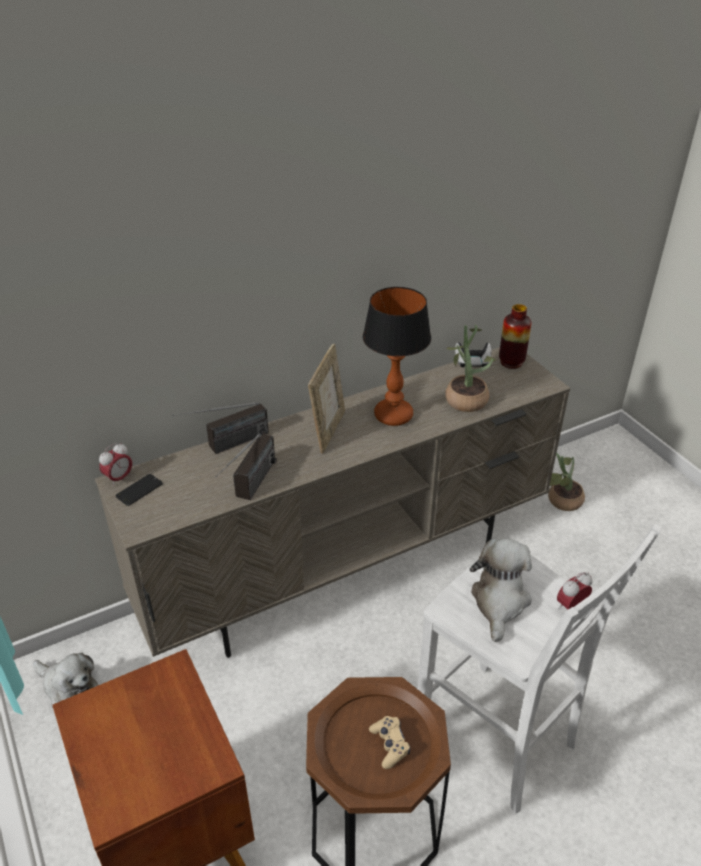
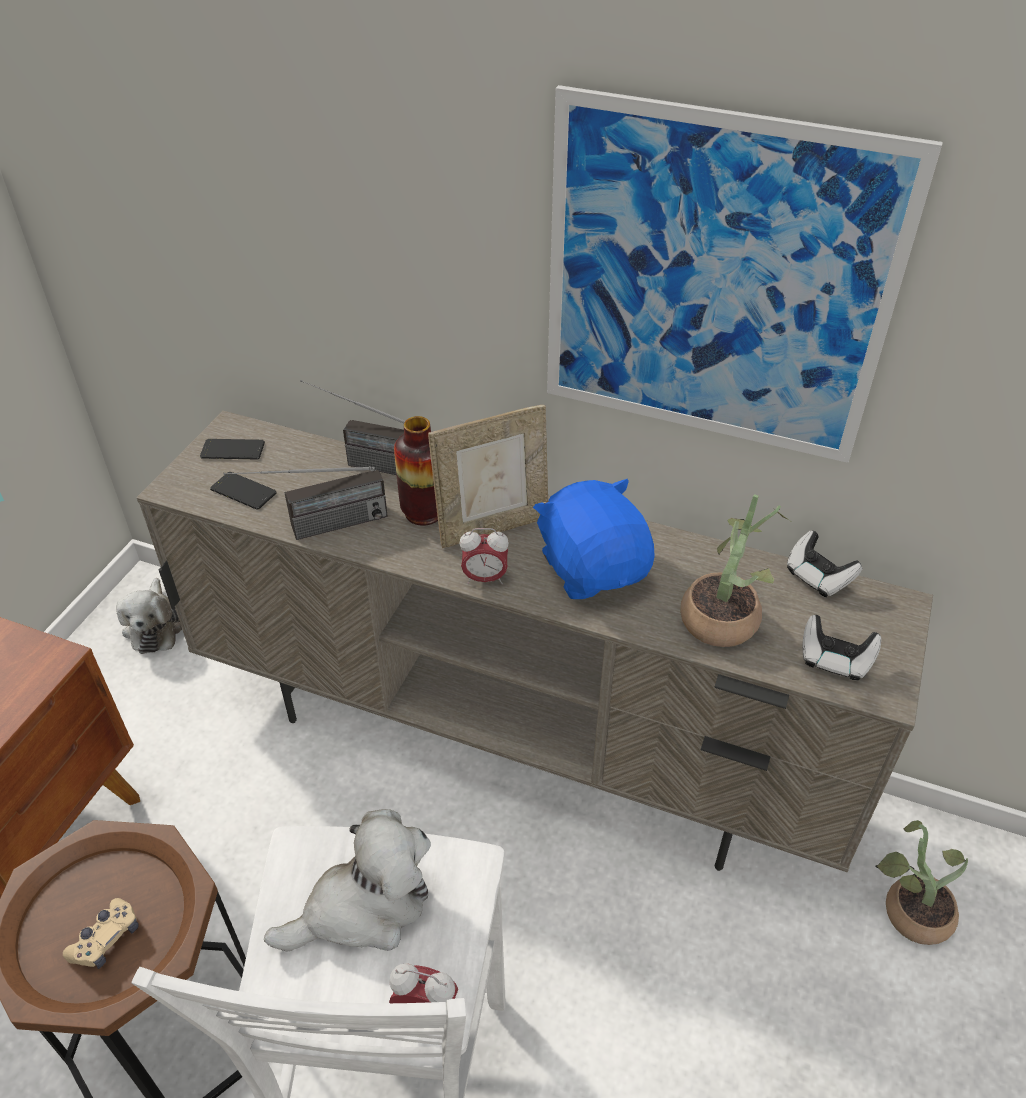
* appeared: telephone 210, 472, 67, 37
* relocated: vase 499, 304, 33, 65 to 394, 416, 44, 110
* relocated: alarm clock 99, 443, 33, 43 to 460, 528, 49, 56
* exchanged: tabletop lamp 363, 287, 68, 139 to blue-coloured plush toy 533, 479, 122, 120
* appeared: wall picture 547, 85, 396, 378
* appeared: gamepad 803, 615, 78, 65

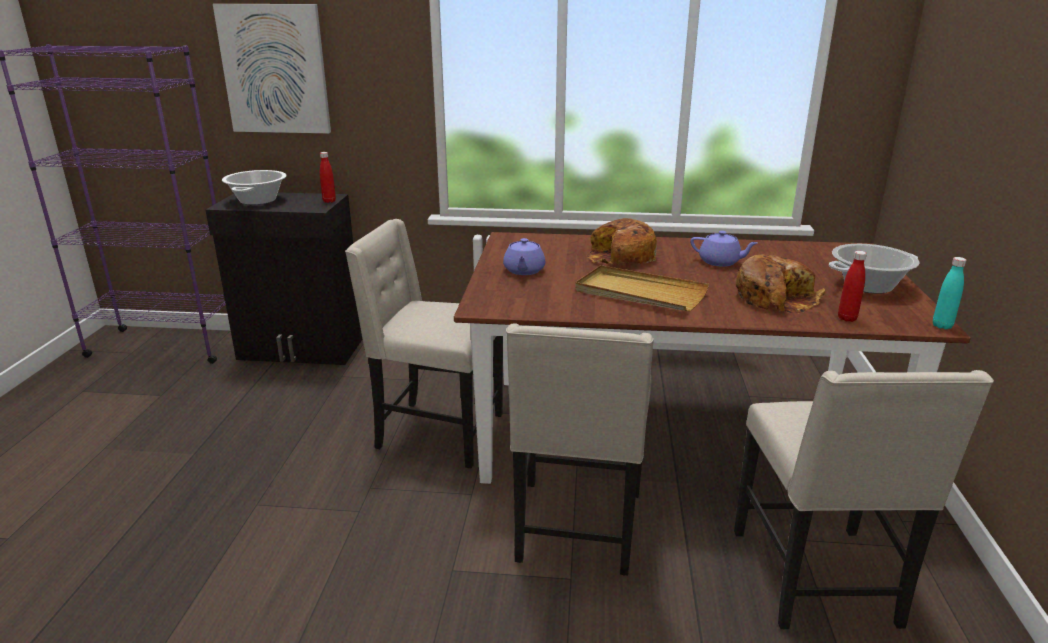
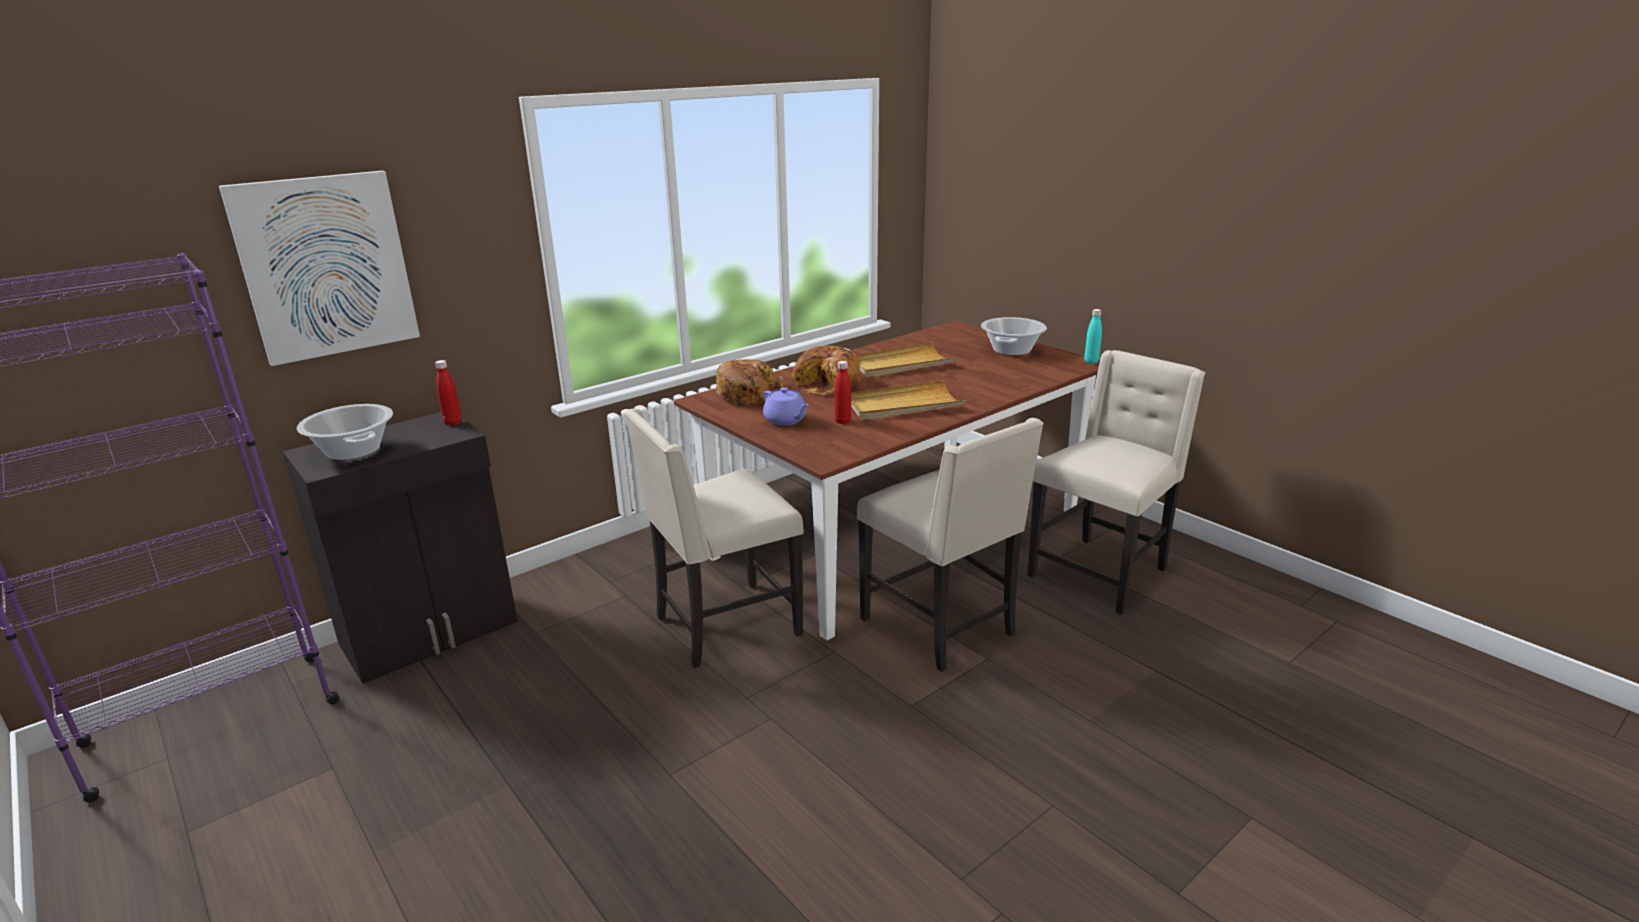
* relocated: bakery bread 735, 254, 90, 59 to 716, 359, 68, 47
* relocated: reddish bottle 838, 251, 29, 71 to 834, 361, 17, 63
* exchanged: purple-coloured teapot 690, 231, 68, 36 to sand-coloured carrying tray 856, 342, 101, 36
* spun: sand-coloured plain chair 734, 370, 260, 259 = 1027, 350, 178, 265 90 degrees counterclockwise

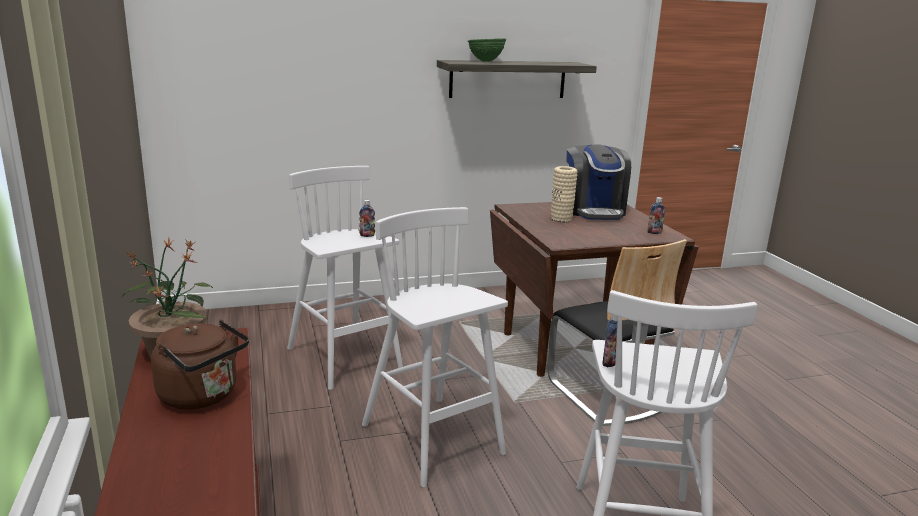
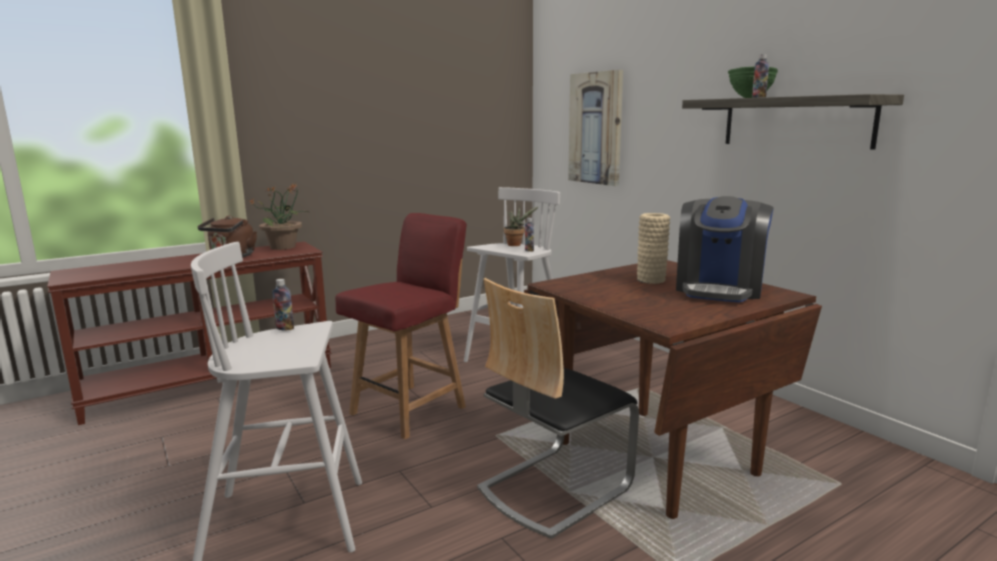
* exchanged: white stool seat 362, 207, 146, 280 to reddish plain chair 335, 213, 132, 226
* appeared: potted plant 504, 206, 35, 40
* appeared: wall picture 568, 70, 55, 116
* spun: coffee maker 567, 144, 64, 76 = 676, 196, 98, 107 45 degrees counterclockwise
* relocated: bottle 647, 197, 18, 37 to 752, 54, 17, 44

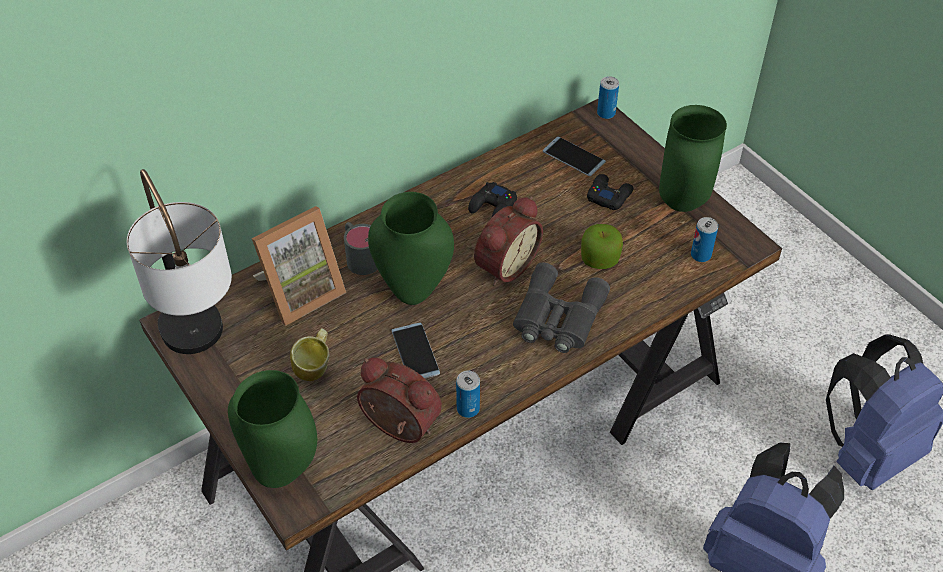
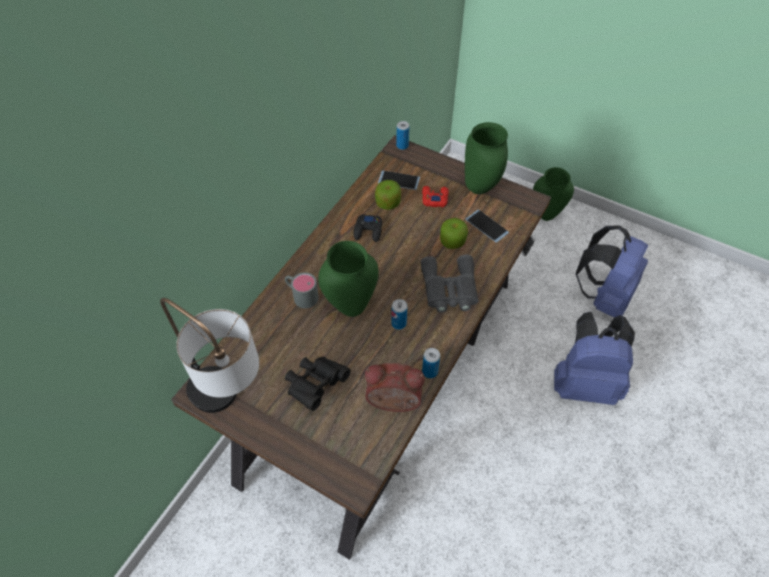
* exchanged: coffee mug 290, 328, 40, 53 to blackish binoculars 285, 357, 66, 54
* appeared: whole apple 375, 180, 26, 30
* relocated: sealed can 691, 217, 27, 45 to 391, 299, 16, 31
* colour: blackish gamepad 587, 174, 47, 36 to reddish gamepad 422, 186, 27, 21
* relocated: telephone 391, 323, 49, 55 to 465, 210, 44, 33
* relocated: greenish vase 228, 370, 89, 118 to 533, 167, 41, 54
* missing: photo frame 252, 206, 94, 120
* missing: alarm clock 474, 196, 69, 90

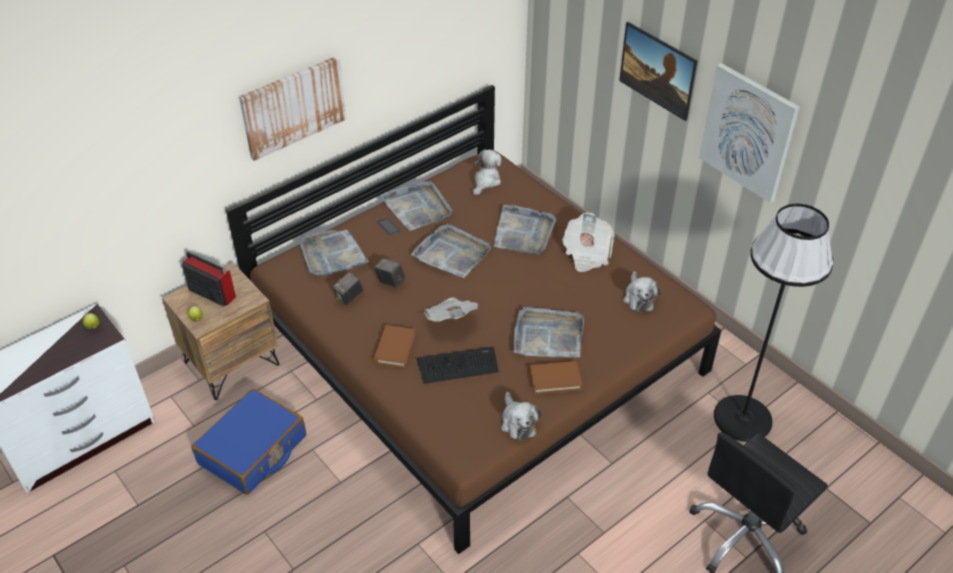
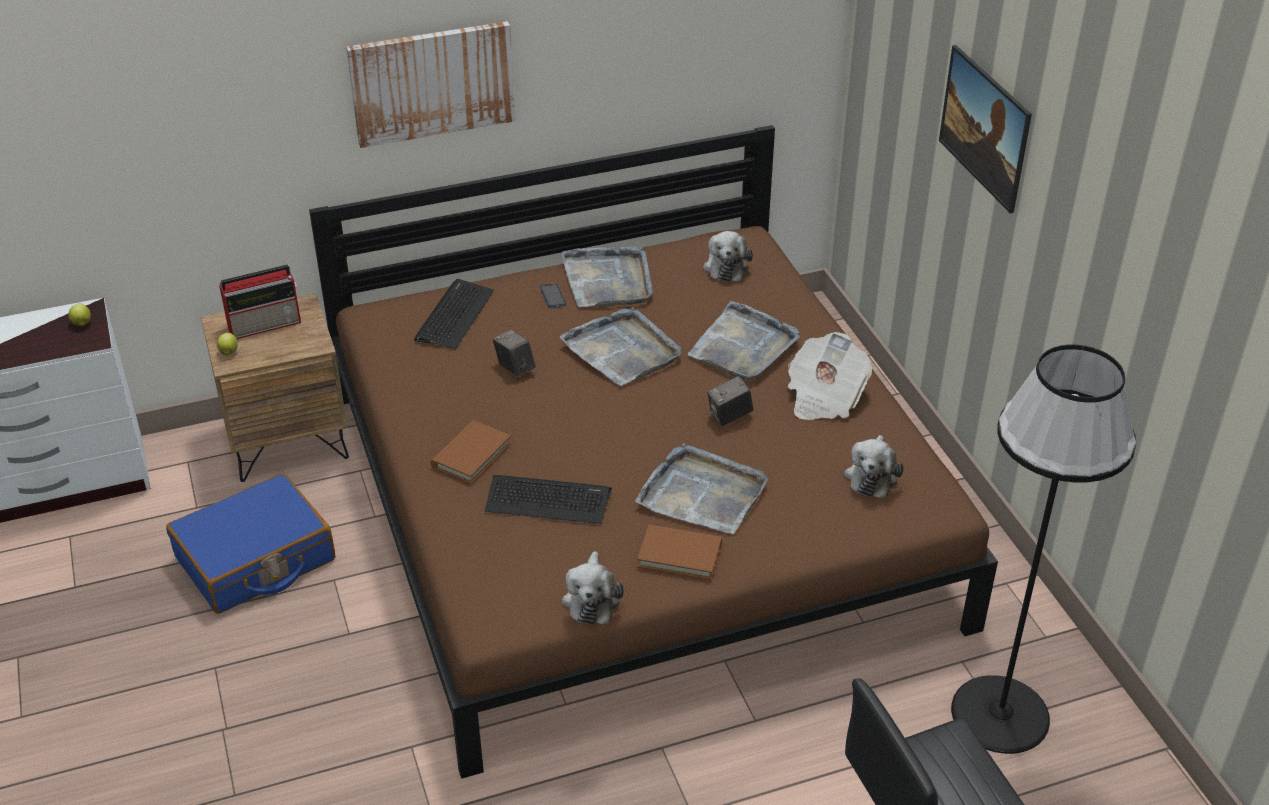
* spun: radio set 182, 252, 54, 55 = 219, 264, 82, 75 105 degrees clockwise
* exchanged: greyish carrying tray 299, 230, 70, 46 to keyboard 414, 279, 80, 70
* spun: plush toy 473, 149, 28, 46 = 703, 231, 50, 50 135 degrees clockwise
* relocated: photo camera 333, 272, 30, 33 to 707, 376, 46, 50
* missing: printed paper 424, 297, 54, 25
* missing: wall picture 699, 63, 101, 140

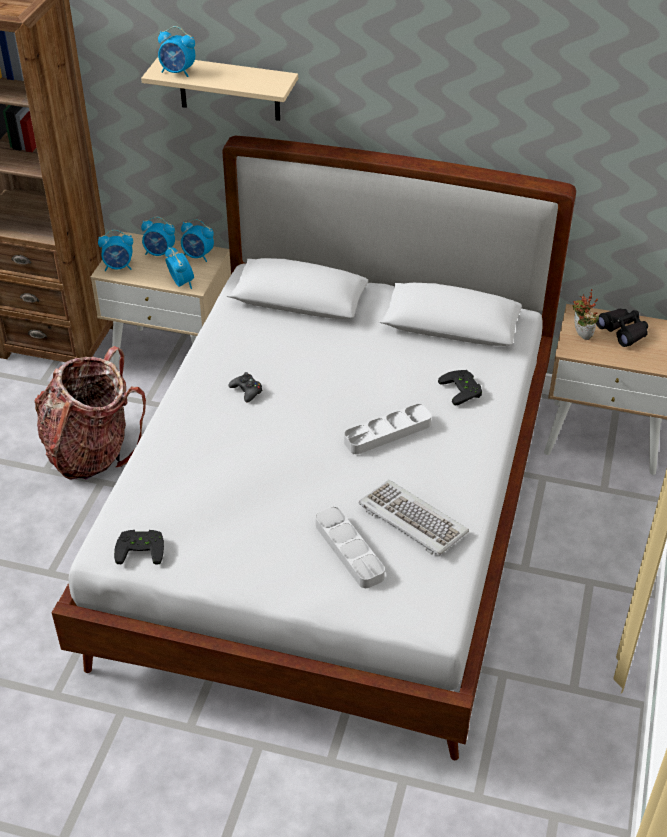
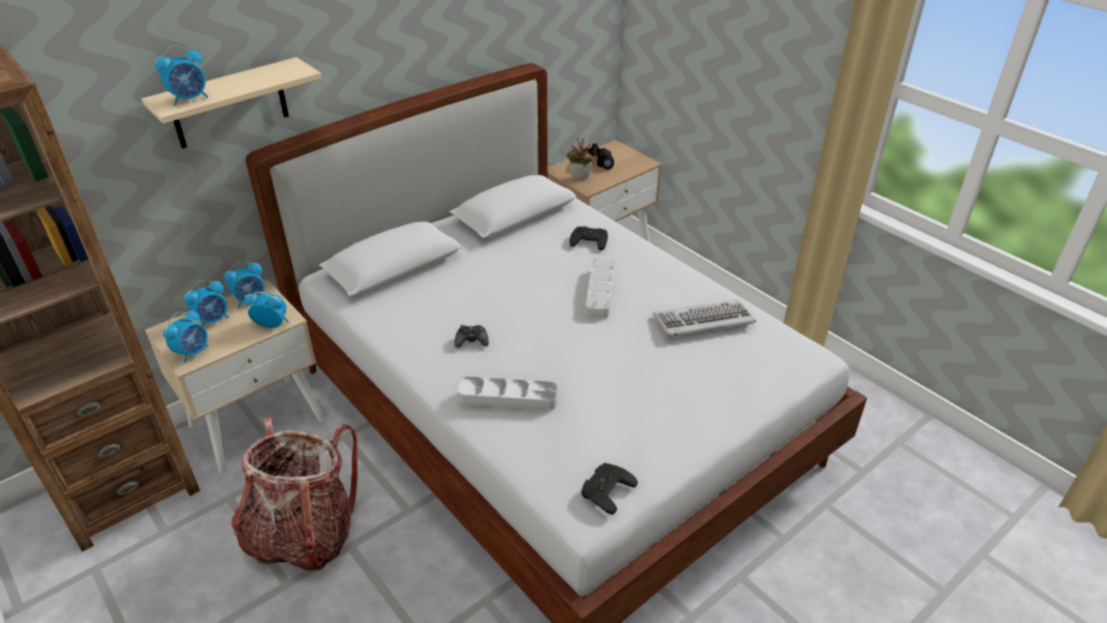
* relocated: greyish carrying tray 315, 507, 70, 81 to 458, 376, 100, 34

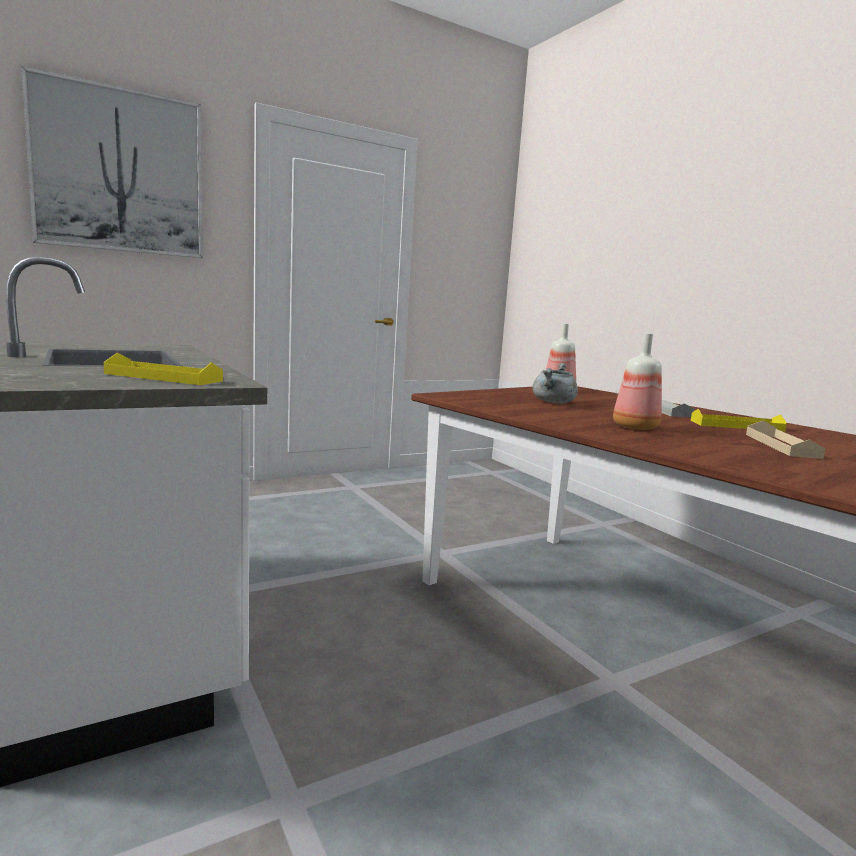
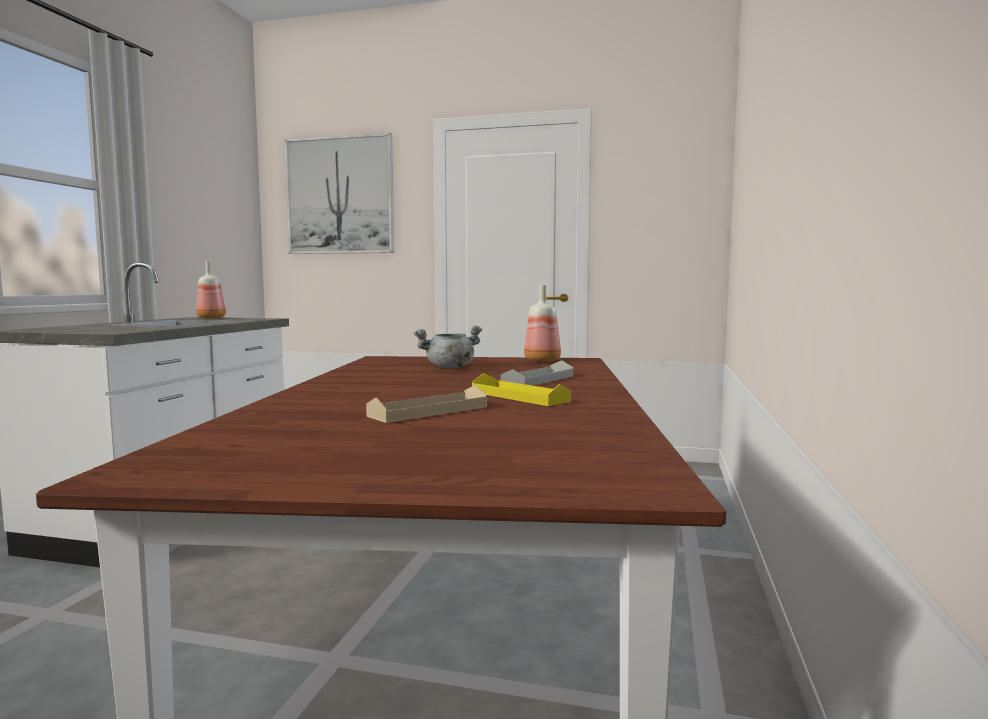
* relocated: bottle 613, 333, 49, 97 to 196, 262, 30, 57
* missing: yellow-coloured carrying tray 104, 353, 119, 32

